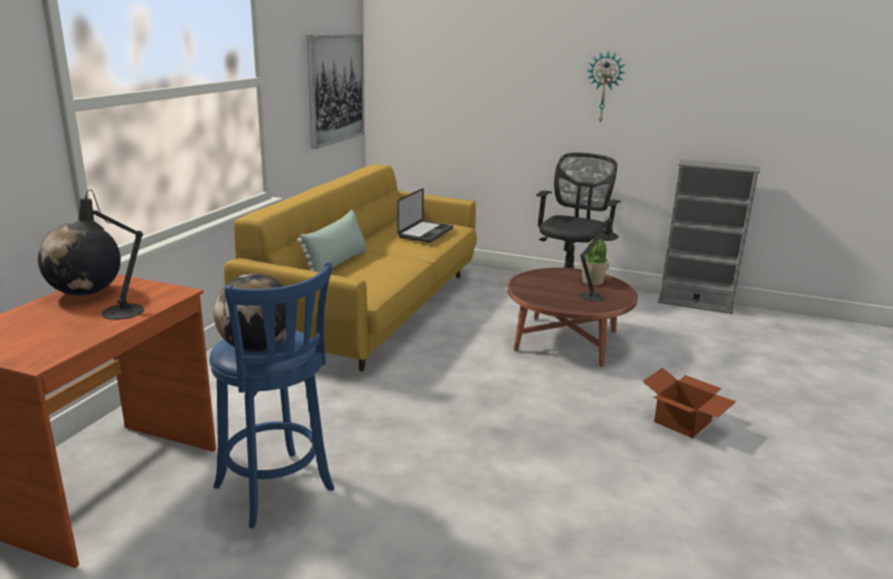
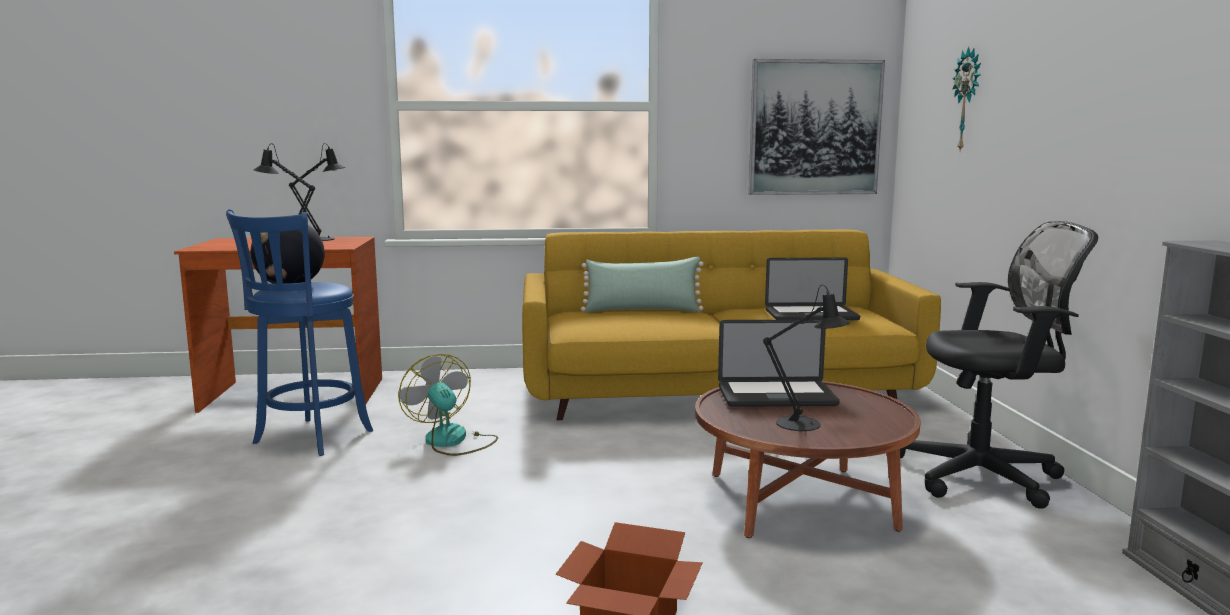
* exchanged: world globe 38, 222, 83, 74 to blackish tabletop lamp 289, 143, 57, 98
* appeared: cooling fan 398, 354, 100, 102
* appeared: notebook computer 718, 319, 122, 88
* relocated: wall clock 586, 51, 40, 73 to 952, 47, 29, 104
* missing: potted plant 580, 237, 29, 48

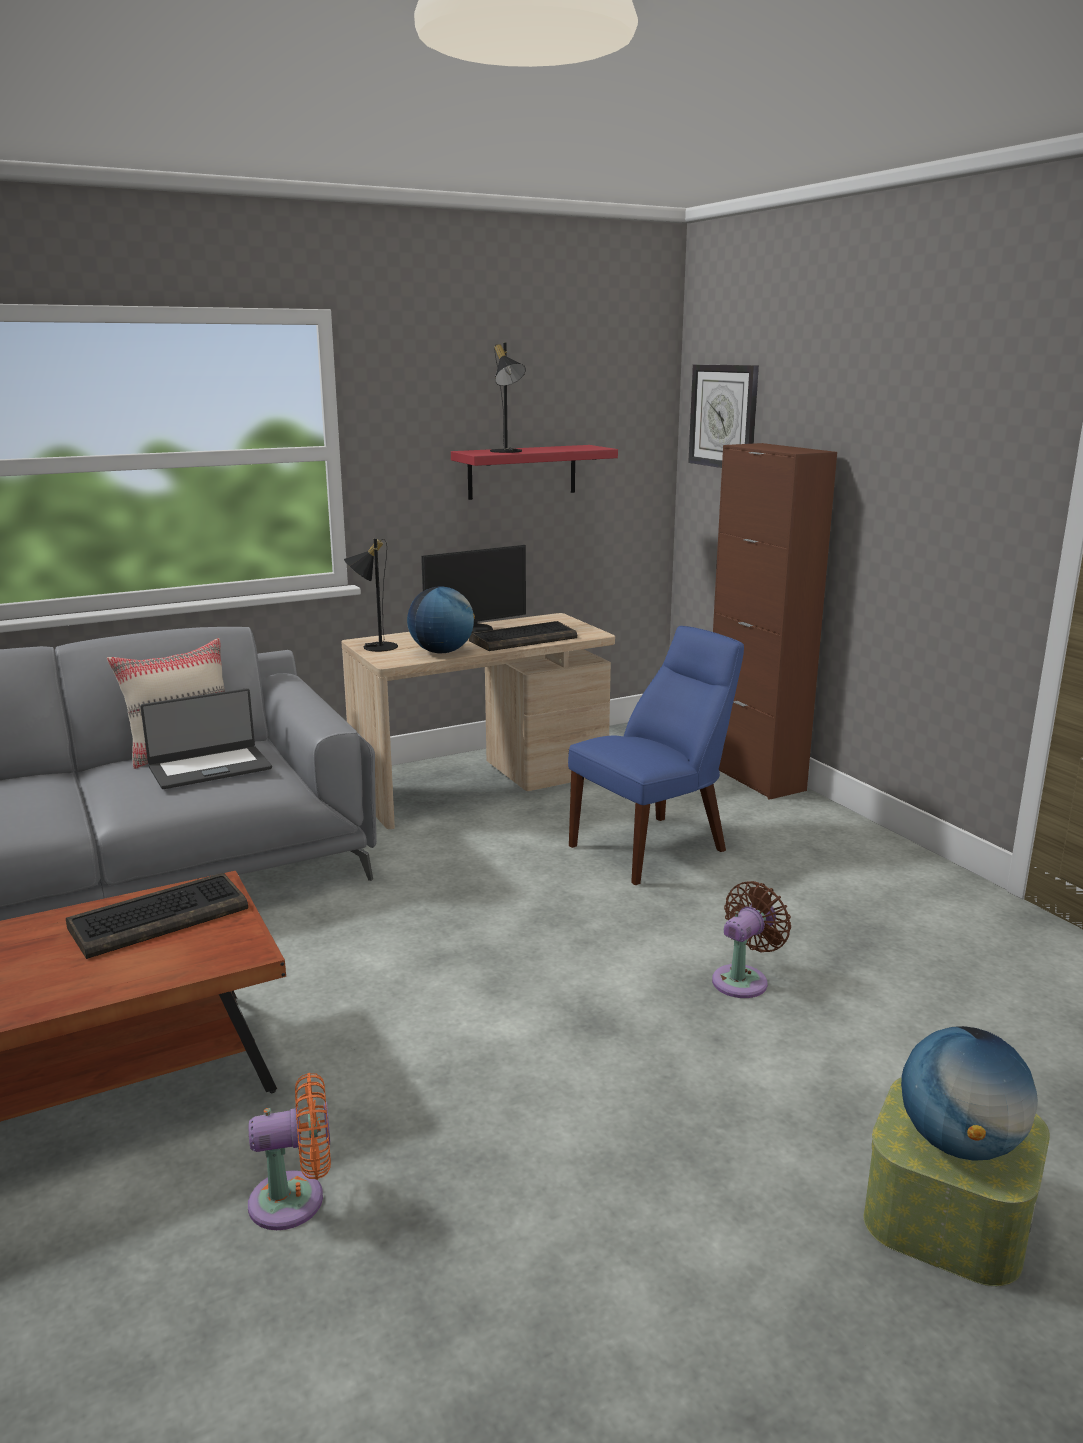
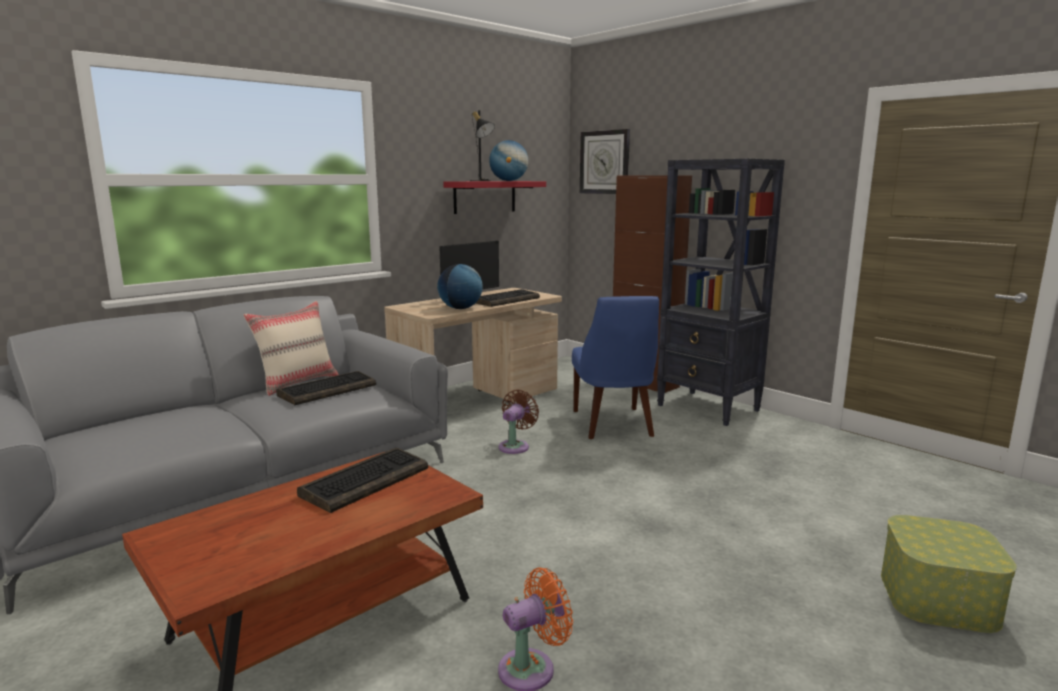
* exchanged: notebook computer 140, 688, 132, 101 to keyboard 276, 371, 100, 34
* relocated: world globe 901, 1026, 137, 135 to 489, 140, 39, 41
* relocated: brown cooling fan 712, 881, 79, 117 to 498, 390, 41, 64
* spun: blue-coloured plain chair 568, 626, 176, 259 = 572, 296, 87, 143 135 degrees clockwise
* appeared: blackish bookshelf 657, 159, 128, 267
* missing: blackish tabletop lamp 344, 538, 54, 114

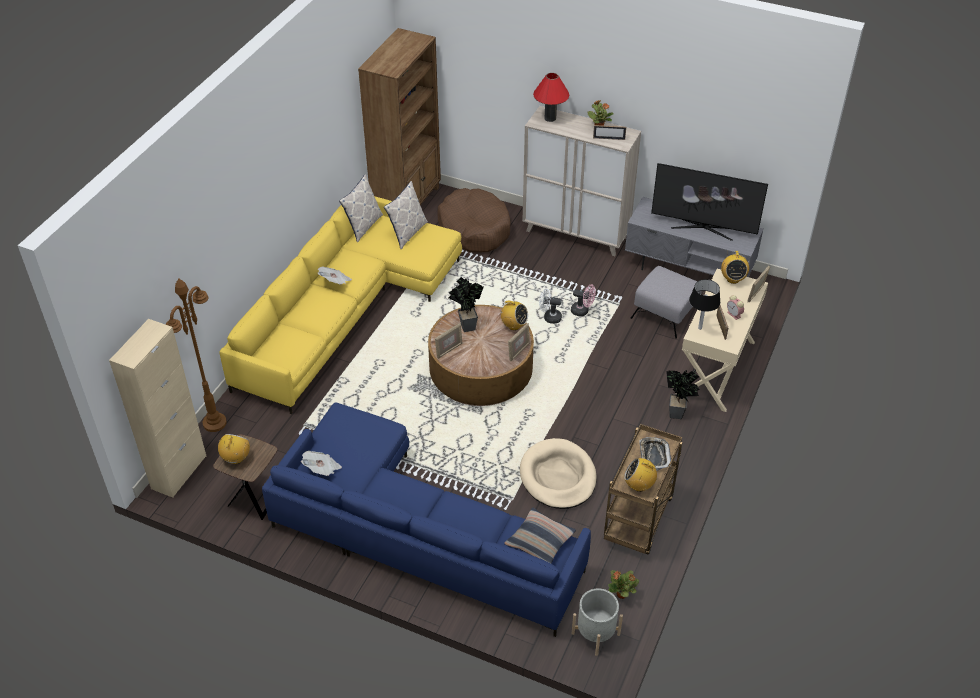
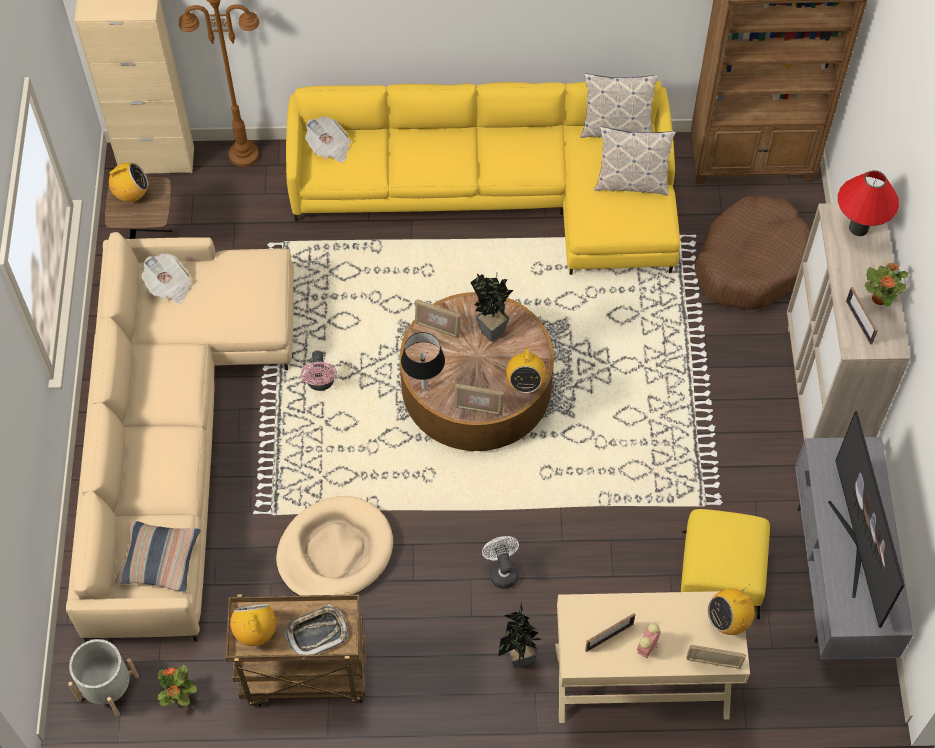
* colour: blue-coloured couch 262, 402, 329, 235 to sand-coloured couch 66, 232, 228, 410
* relocated: pinkish cooling fan 571, 284, 25, 32 to 301, 351, 36, 40
* relocated: printed paper 318, 266, 34, 19 to 305, 116, 47, 47
* relocated: blackish tabletop lamp 689, 279, 31, 51 to 401, 332, 44, 58
* relocated: white cooling fan 539, 289, 23, 35 to 482, 536, 37, 53
* colour: greyish ottoman 631, 266, 71, 73 to yellow-coloured ottoman 681, 509, 89, 111

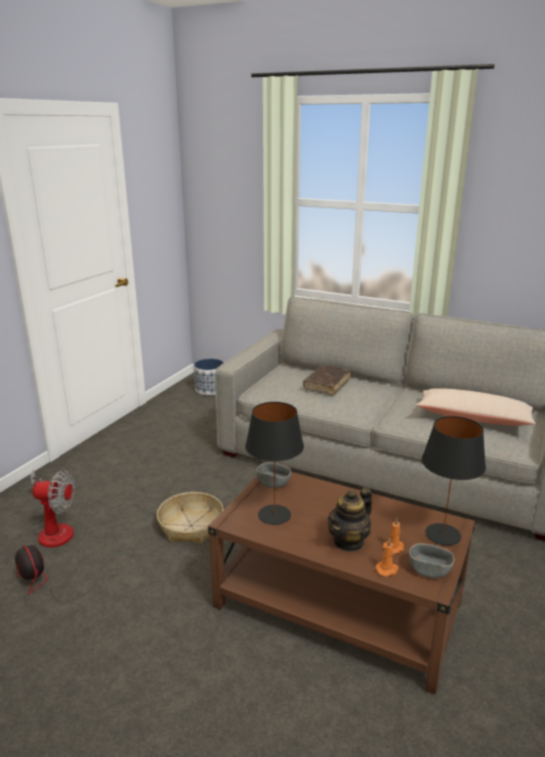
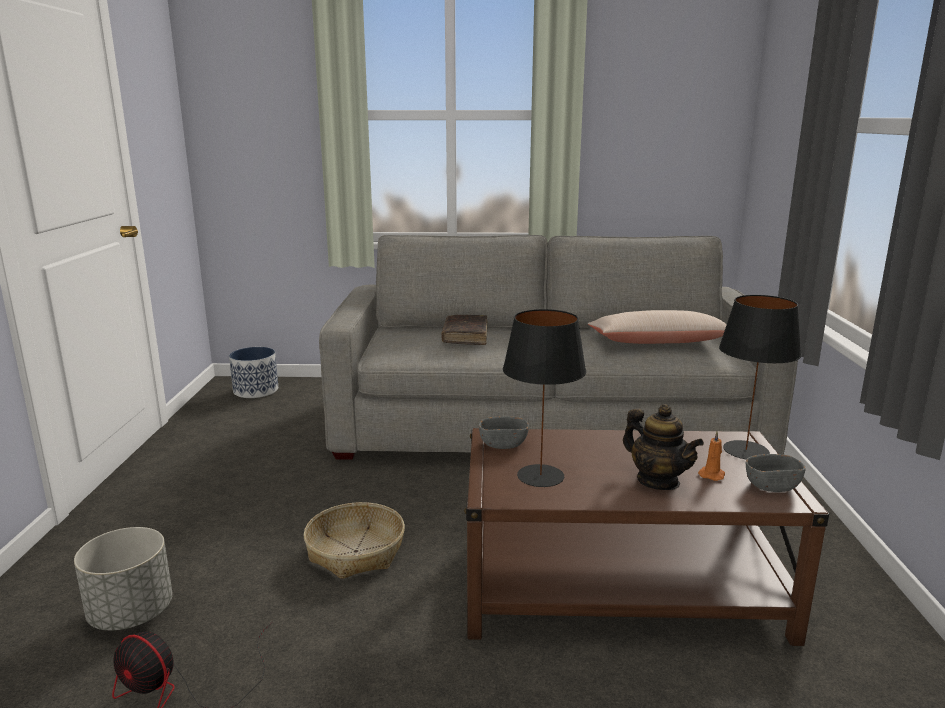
* exchanged: cooling fan 30, 470, 45, 78 to greyish flower pot 74, 527, 99, 104
* spun: teapot 327, 488, 45, 64 = 623, 404, 81, 86 60 degrees counterclockwise
* missing: orange-coloured wax light 375, 538, 24, 38

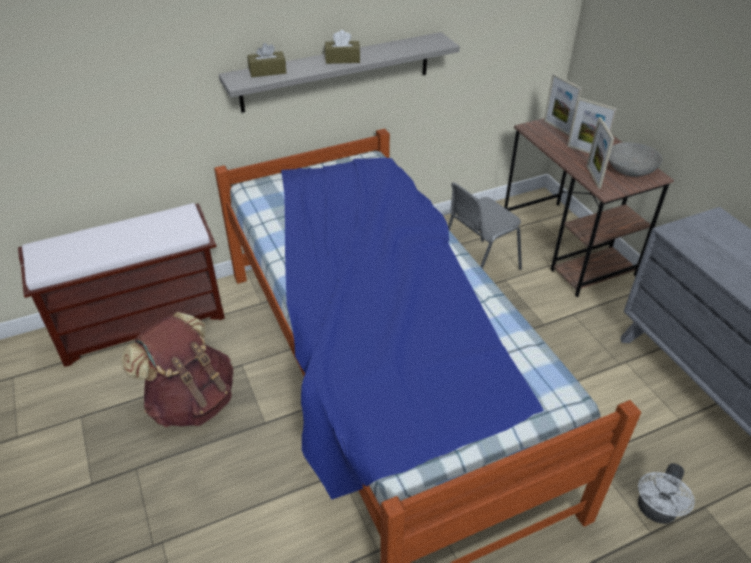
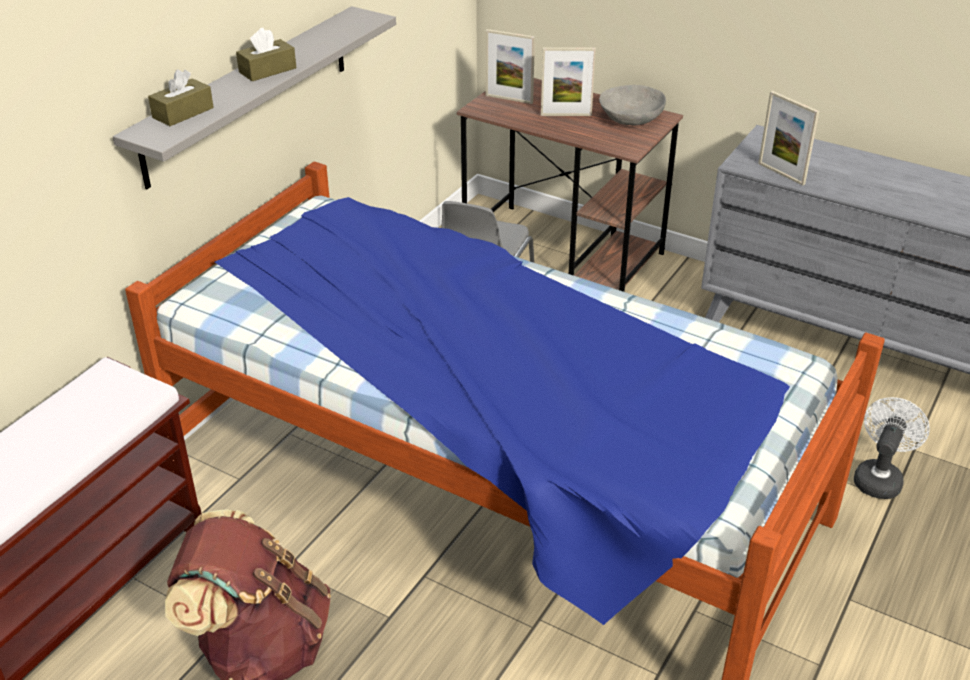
* relocated: photo frame 587, 117, 27, 71 to 758, 91, 61, 94
* spun: white cooling fan 638, 463, 56, 61 = 854, 397, 76, 102 150 degrees counterclockwise

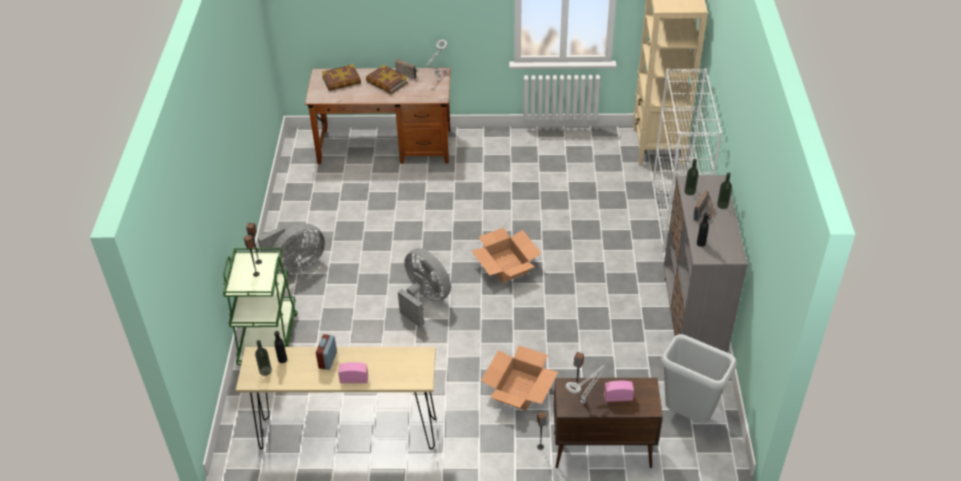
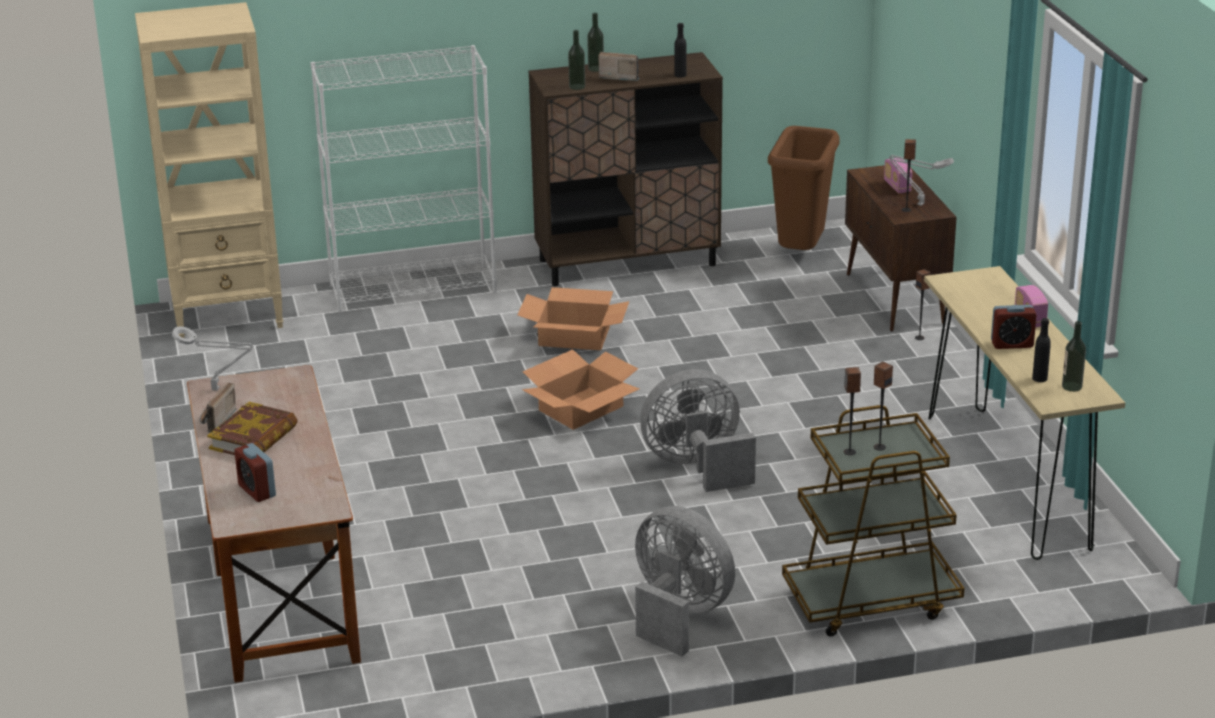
* exchanged: volume 322, 64, 39, 27 to alarm clock 234, 443, 42, 59
* relocated: carton 481, 345, 77, 66 to 517, 287, 112, 63
* colour: greyish cupboard 664, 175, 84, 178 to brown cupboard 529, 52, 194, 234
* spun: greyish cooling fan 398, 248, 53, 79 = 640, 369, 116, 123 45 degrees clockwise
* colour: greyish waste bin 661, 334, 76, 89 to brown waste bin 768, 126, 72, 124
* colour: greenish trolley 223, 248, 75, 117 to brown trolley 782, 405, 183, 231

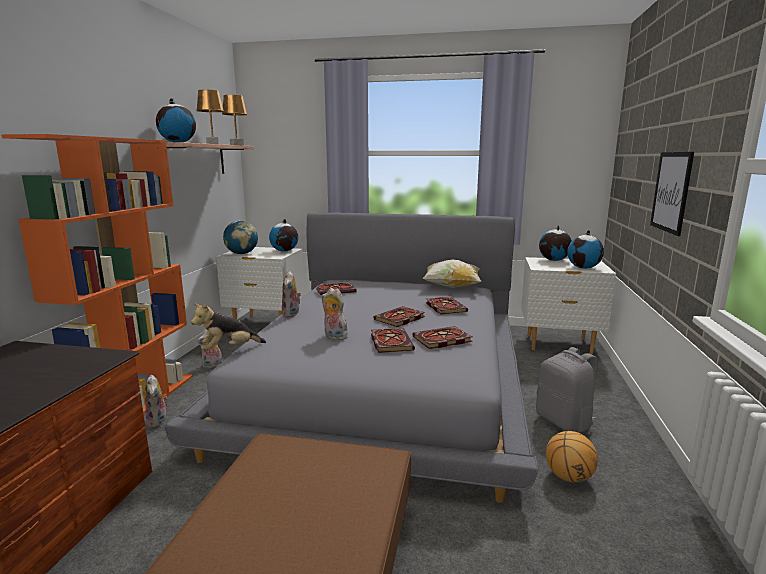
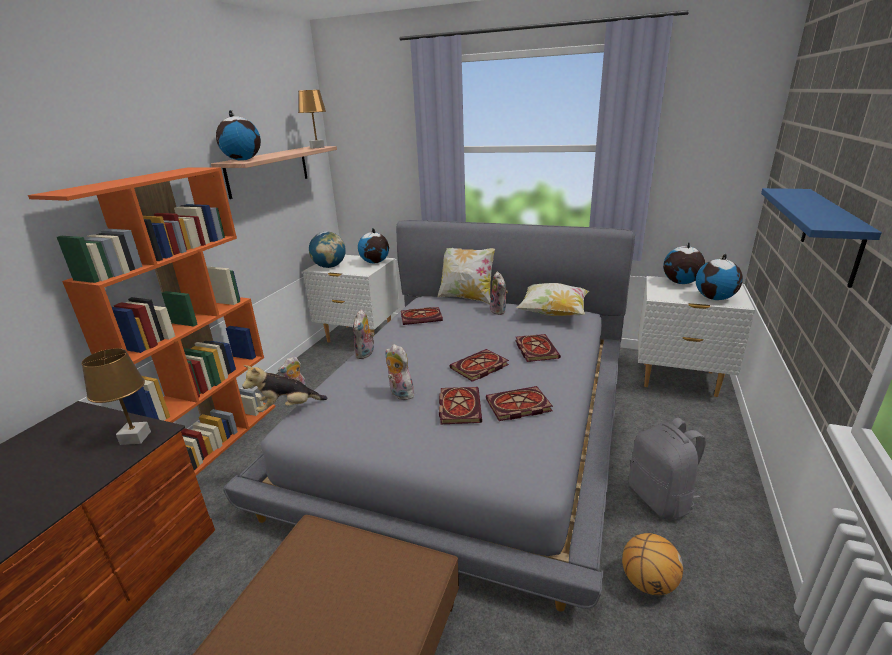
* relocated: brown tabletop lamp 196, 90, 28, 54 to 81, 348, 70, 97
* appeared: throw pillow 437, 248, 58, 57
* relocated: plush toy 145, 375, 23, 53 to 490, 271, 18, 44
* exchanged: wall picture 650, 152, 44, 84 to blue-coloured wall shelf 761, 188, 121, 100

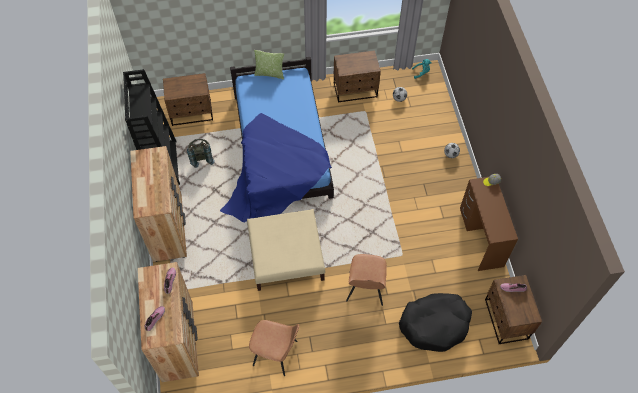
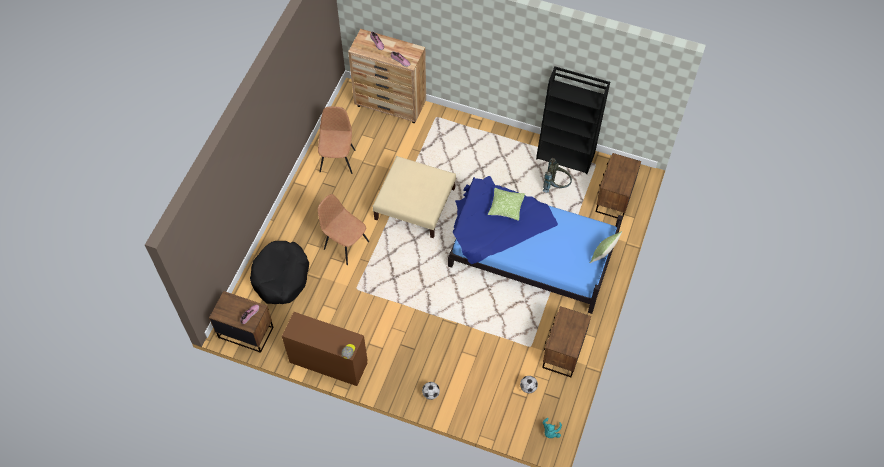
* spun: brown plain chair 249, 320, 50, 56 = 318, 106, 37, 68 135 degrees clockwise
* appeared: throw pillow 488, 188, 37, 33
* missing: brown dresser 130, 146, 57, 116

